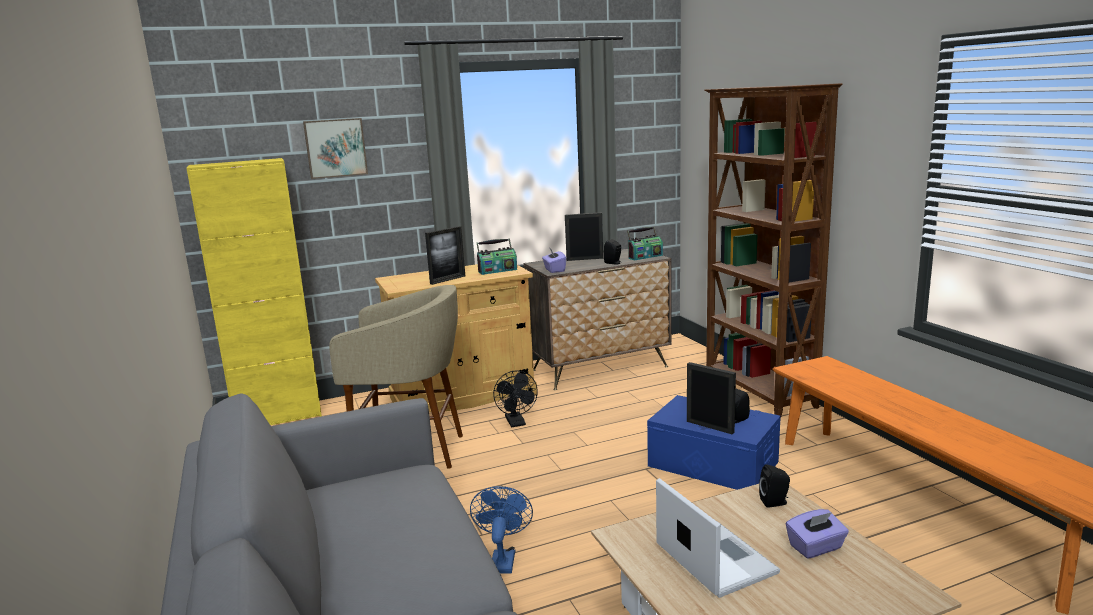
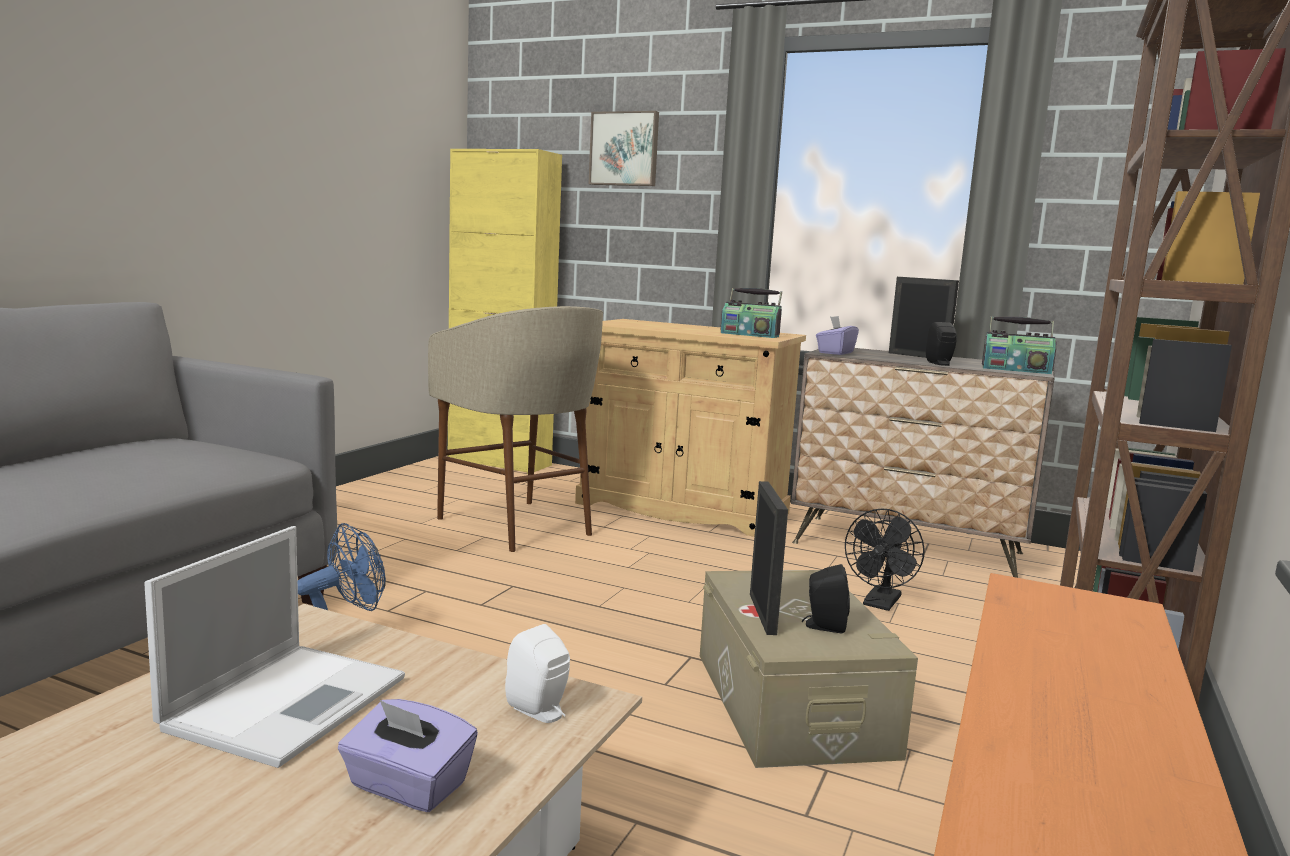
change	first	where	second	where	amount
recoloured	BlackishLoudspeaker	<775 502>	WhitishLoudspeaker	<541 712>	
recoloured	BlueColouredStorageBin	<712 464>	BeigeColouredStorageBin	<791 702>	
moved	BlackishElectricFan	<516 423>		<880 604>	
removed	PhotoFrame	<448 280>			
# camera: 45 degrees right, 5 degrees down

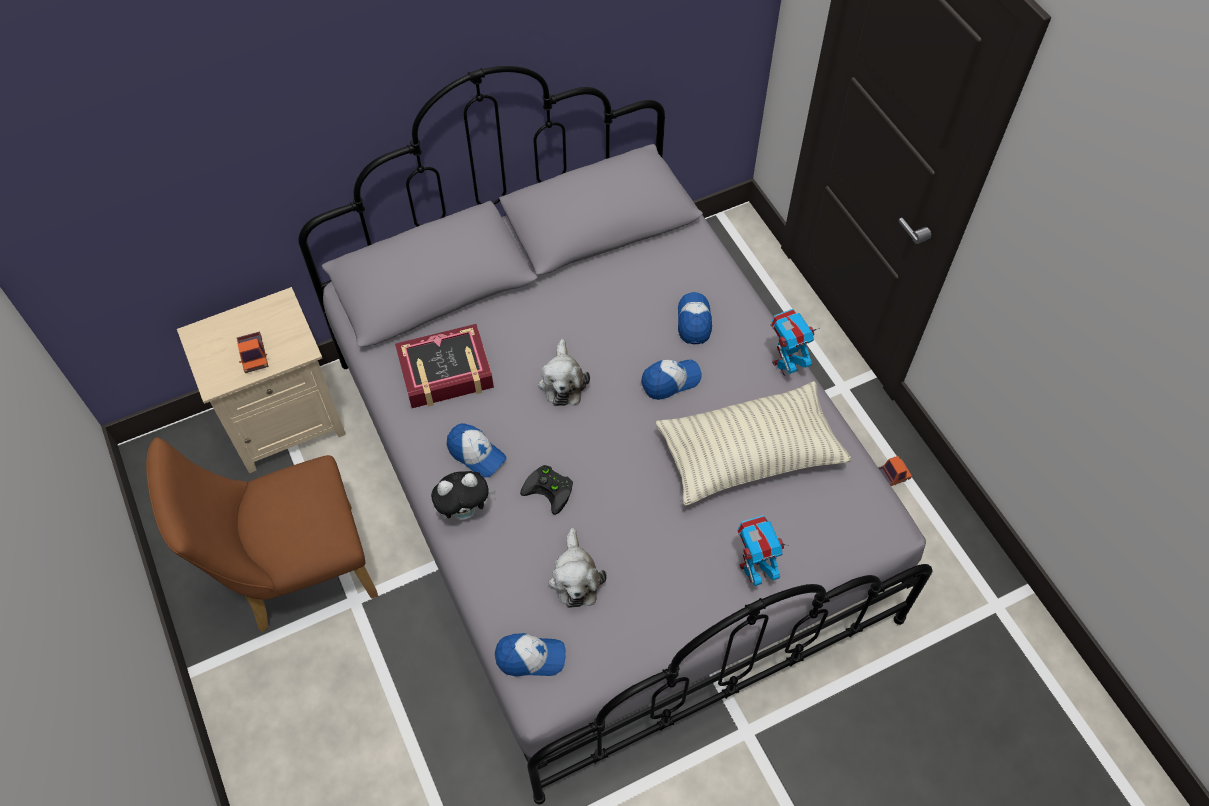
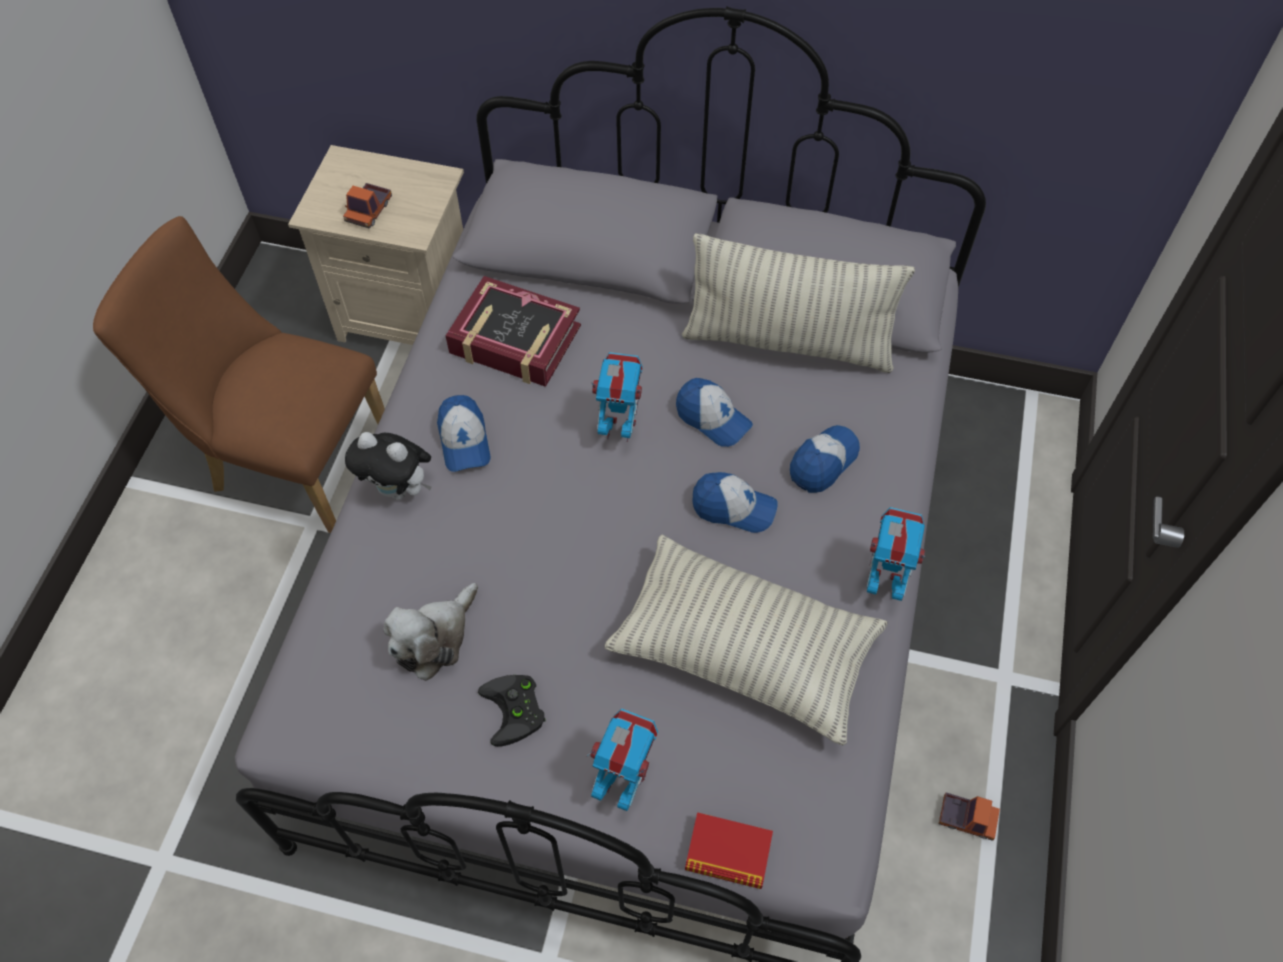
change	first	where	second	where	amount
moved	BlackishJoypad	<551 489>		<516 711>	
replaced	CuddlyToy	<562 382>	RobotFigure	<619 429>	
moved	Cap	<530 657>		<712 418>	
added			ThrowPillow	<788 342>	
added			Volume	<728 853>	
# camera: 40 degrees right, 0 degrees up

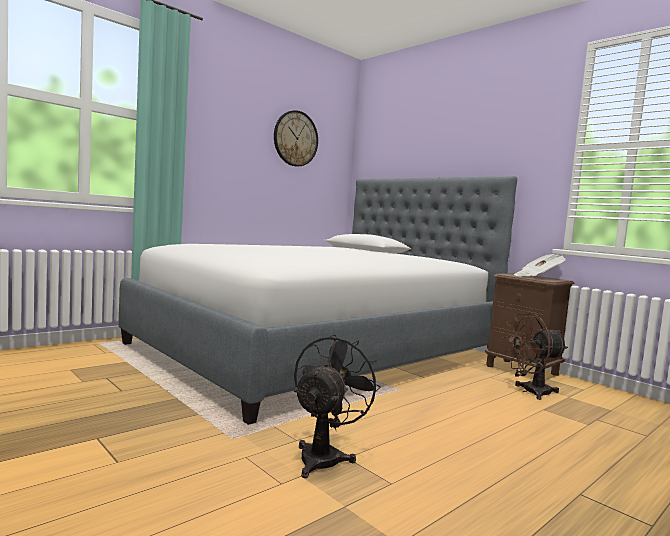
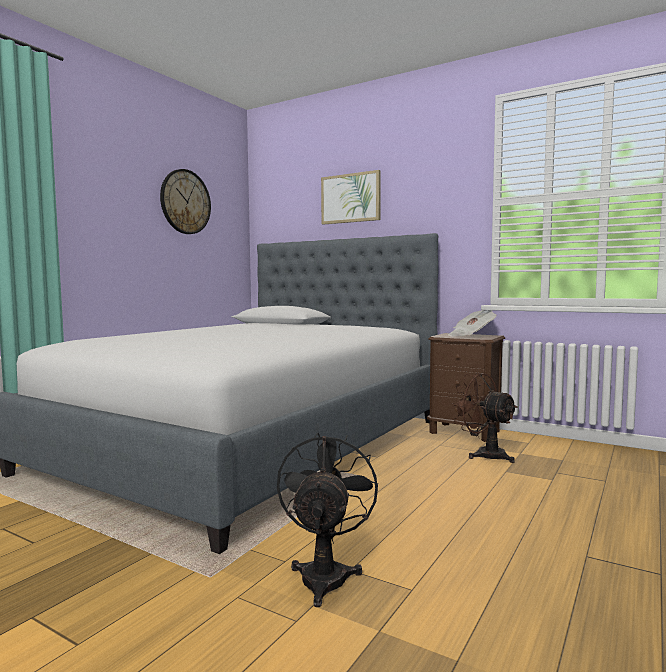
change	first	where	second	where	amount
added			WallPicture	<350 198>	
turned	BrownColouredElectricFan	<530 392>		<484 454>	75 degrees clockwise
# camera: 15 degrees left, 0 degrees up

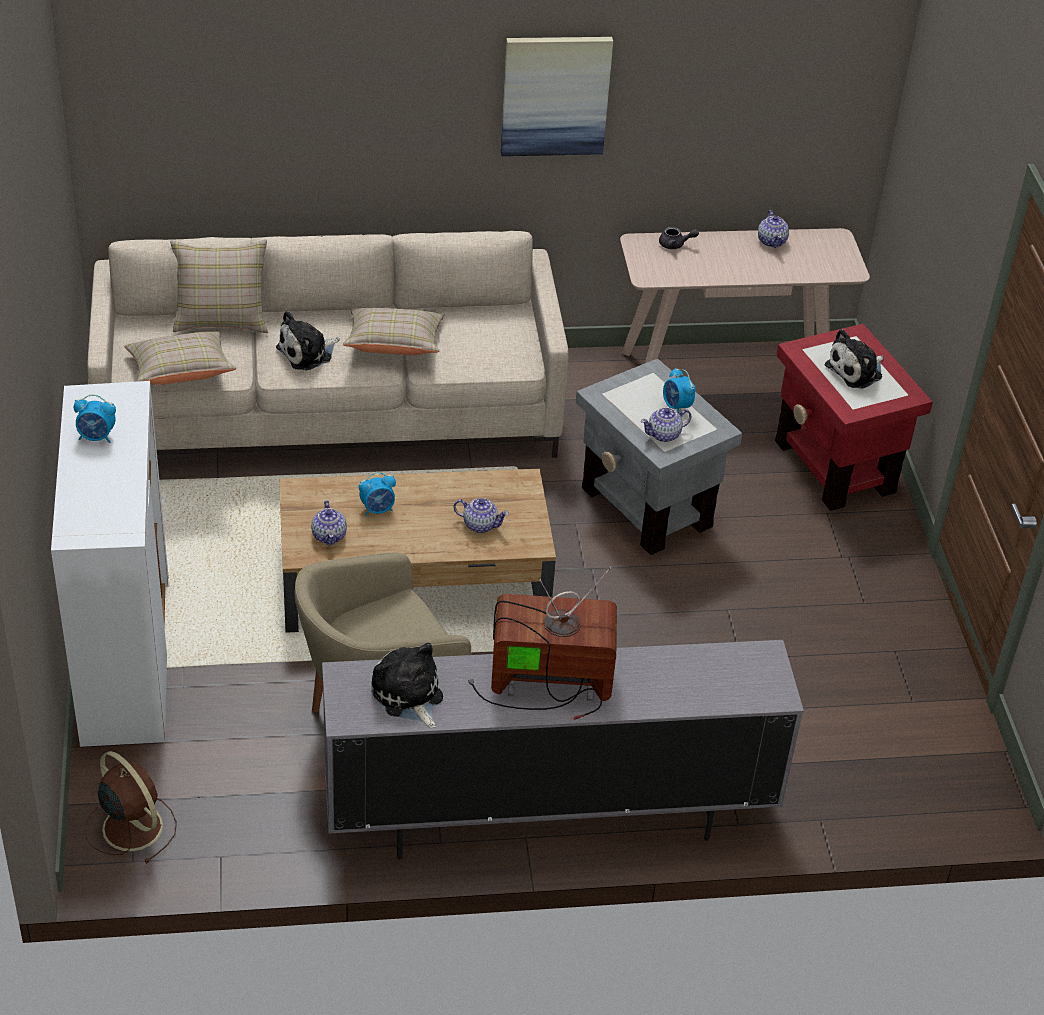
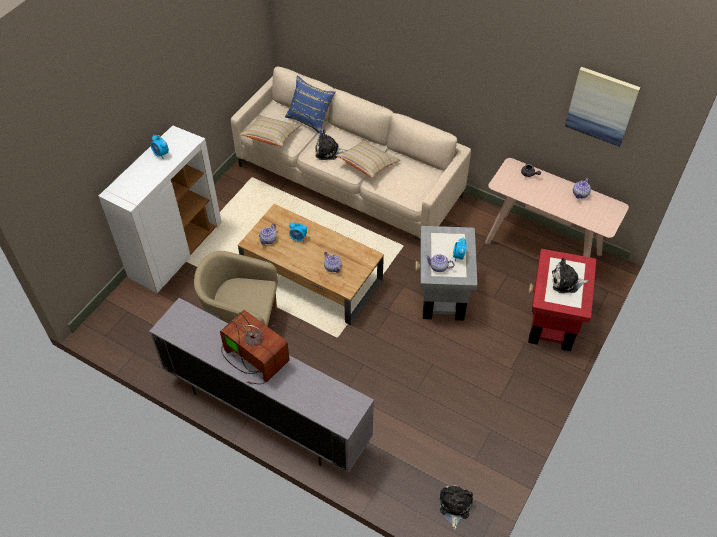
change	first	where	second	where	amount
recoloured	BeigeColouredThrowPillow	<221 318>	BlueColouredThrowPillow	<310 119>	
moved	CuddlyToy	<408 696>		<454 506>	
moved	WallPicture	<555 95>		<601 106>	
removed	BrownColouredElectricFan	<130 826>			
# camera: 40 degrees right, 10 degrees up

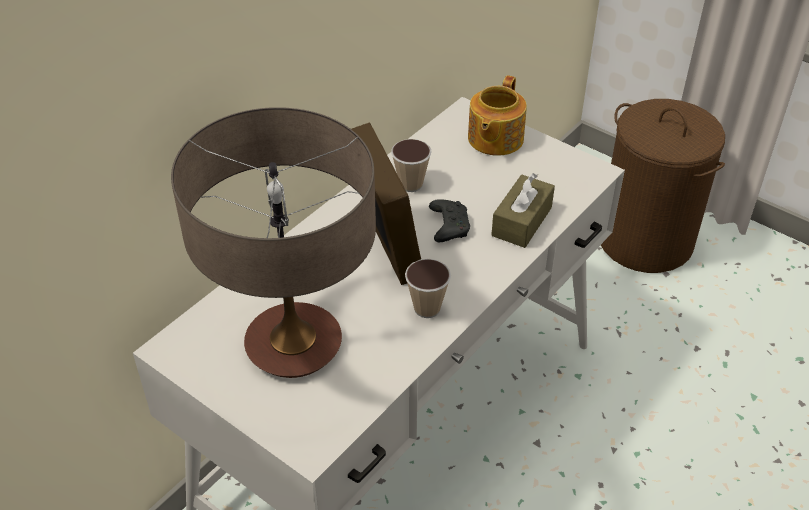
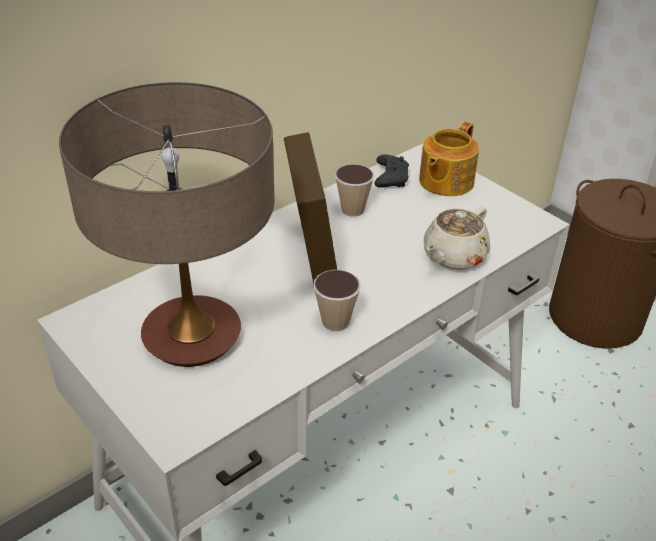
change	first	where	second	where	amount
moved	BlackishJoypad	<448 226>		<390 178>	
replaced	BrownColouredBoxOfTissues	<522 221>	BeigeColouredTeapot	<453 256>	
# camera: 10 degrees right, 5 degrees down

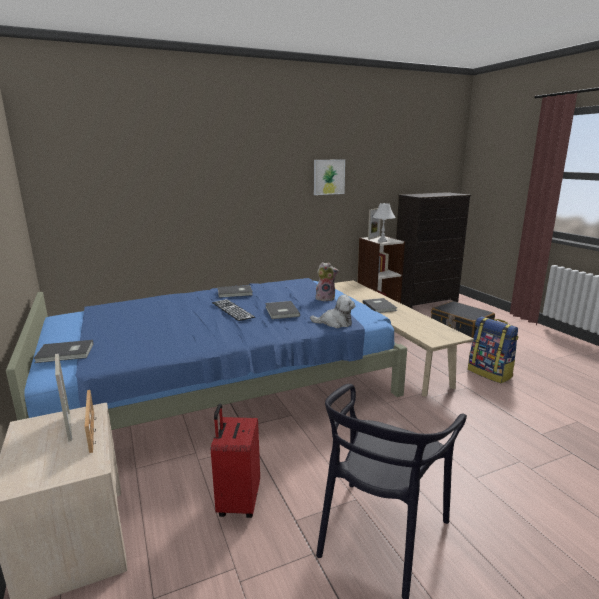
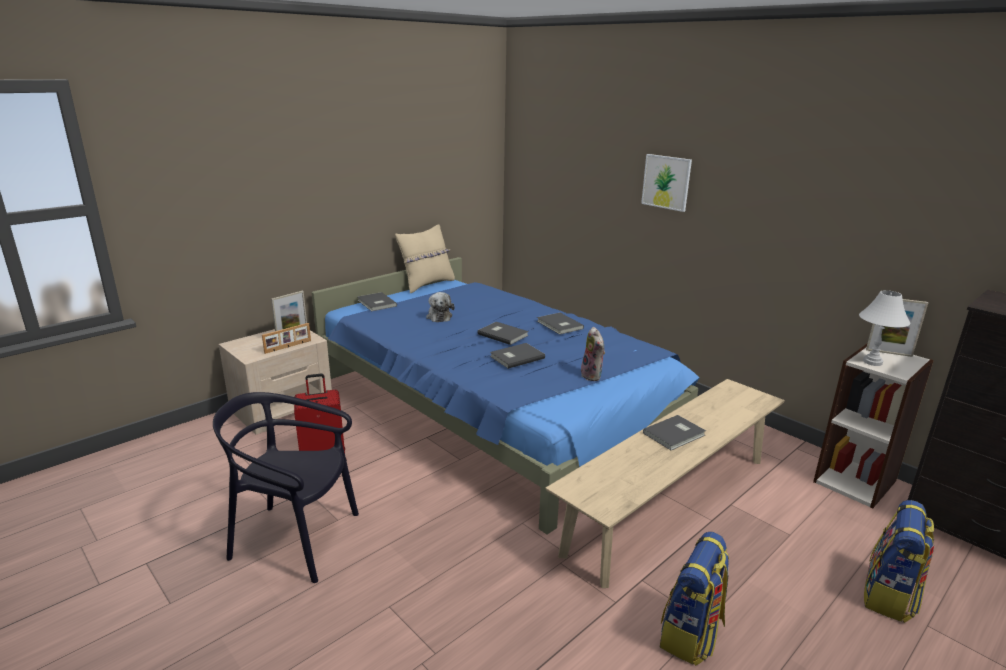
change	first	where	second	where	amount
added			BeigeColouredThrowPillow	<427 284>	
moved	CuddlyToy	<335 323>		<439 316>	
replaced	ComputerKeyboard	<232 310>	GrayVolume	<503 334>	
moved	WallPicture	<329 177>		<666 182>	
replaced	BlackishPieceOfLuggage	<460 327>	Backpack	<889 596>	
# camera: 70 degrees right, 5 degrees up

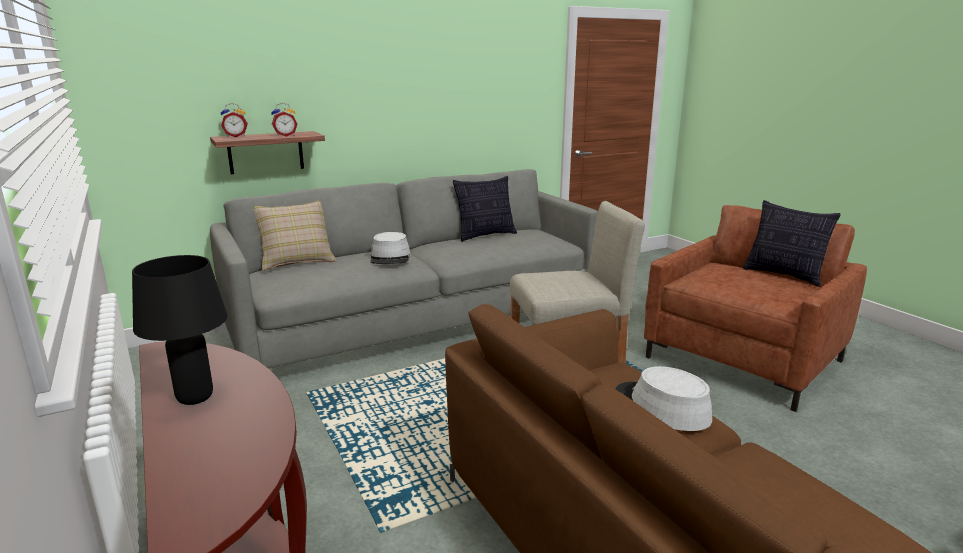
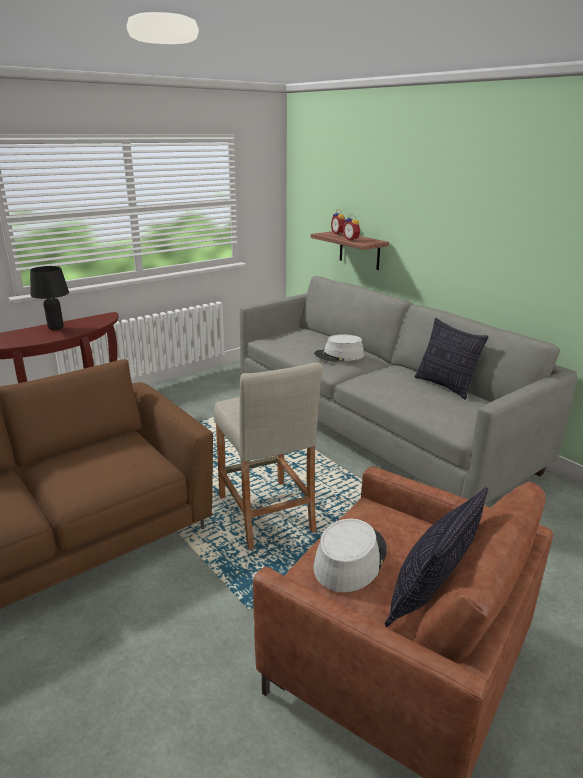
change	first	where	second	where	amount
moved	GrayHat	<661 407>		<350 559>	
removed	BeigeColouredThrowPillow	<297 261>			
# camera: 80 degrees right, 5 degrees up

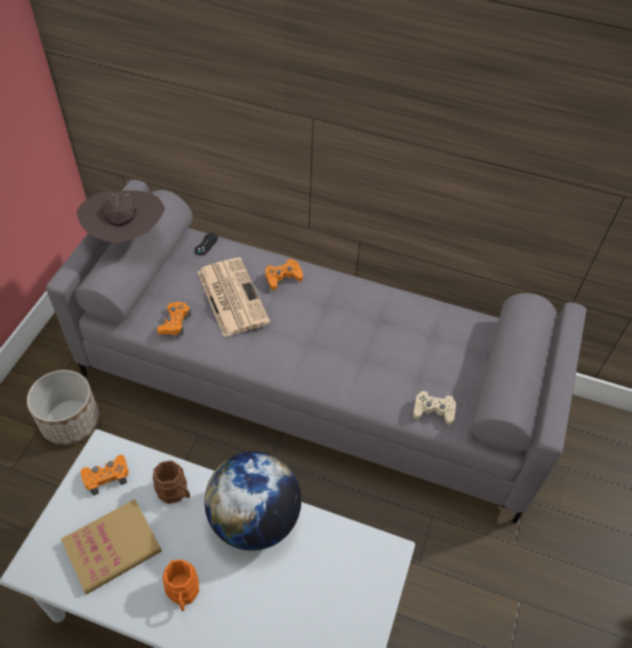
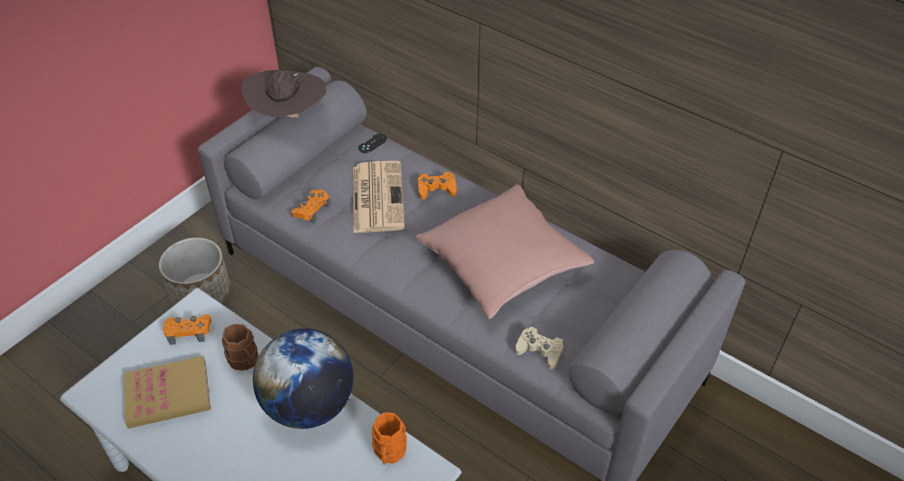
change	first	where	second	where	amount
moved	OrangeColouredCoffeeMug	<183 593>		<389 453>	
added			PinkishThrowPillow	<503 263>	
# camera: 20 degrees right, 5 degrees down

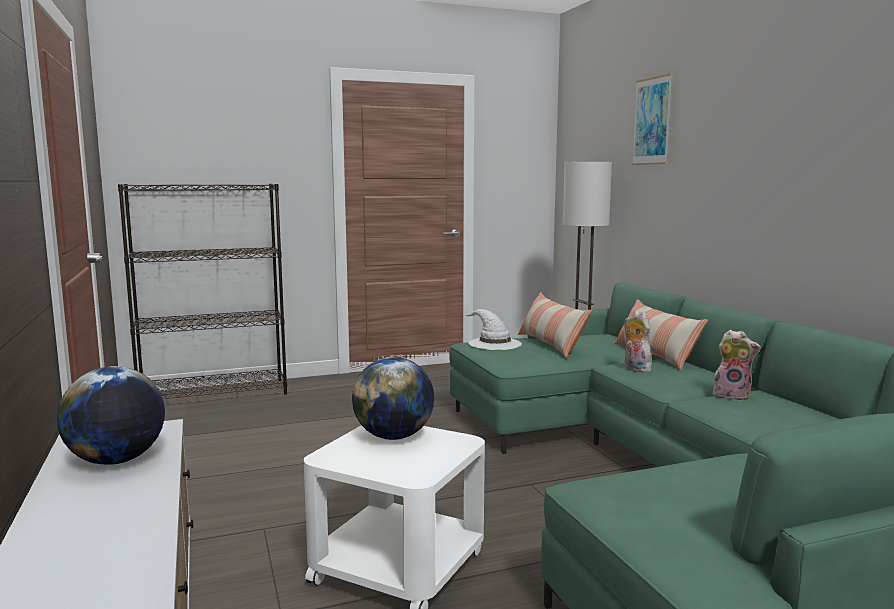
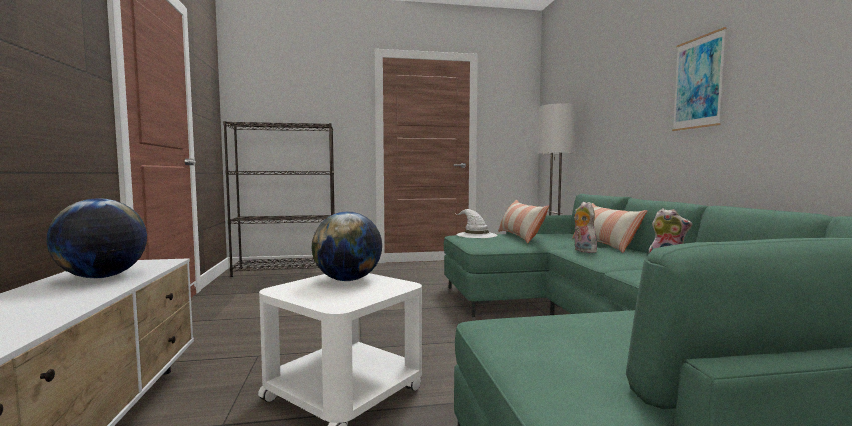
change	first	where	second	where	amount
moved	WallPicture	<652 121>		<698 83>	
# camera: 10 degrees right, 5 degrees down

